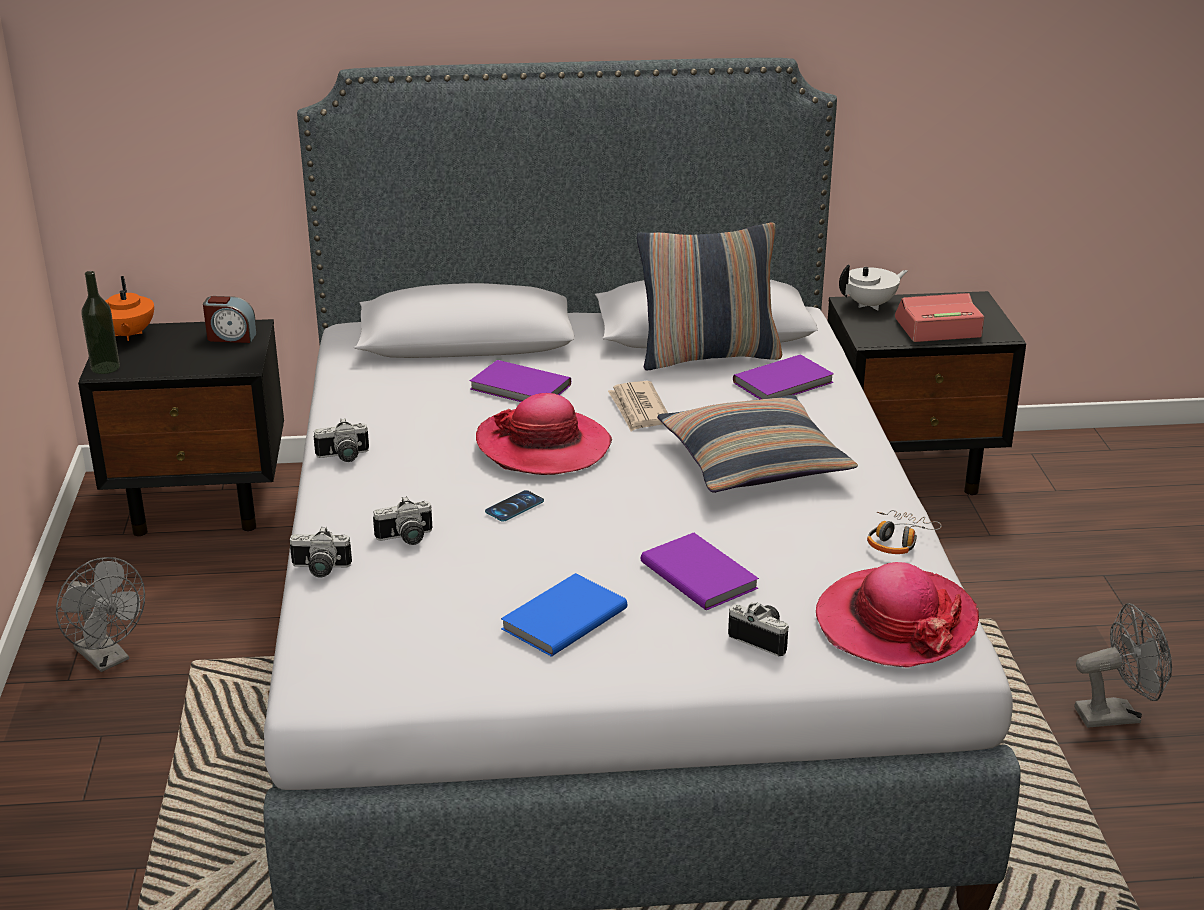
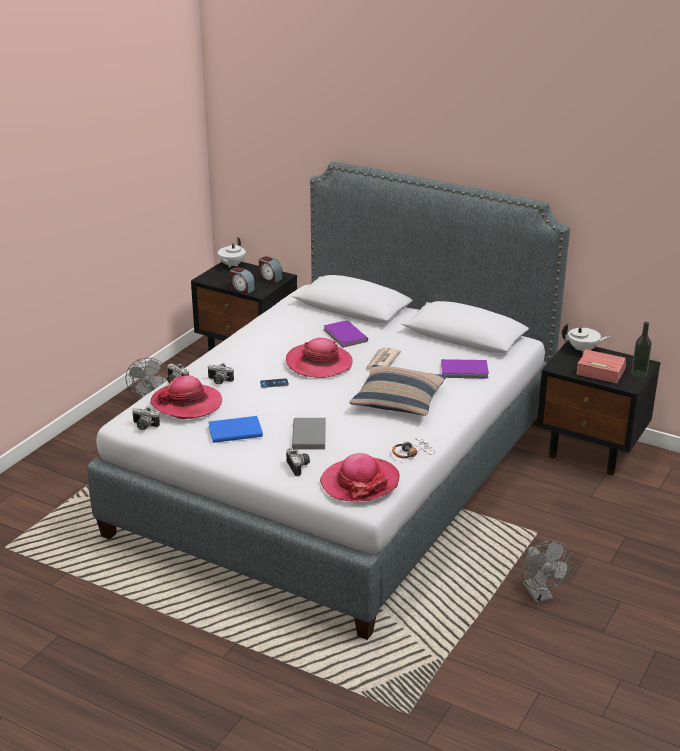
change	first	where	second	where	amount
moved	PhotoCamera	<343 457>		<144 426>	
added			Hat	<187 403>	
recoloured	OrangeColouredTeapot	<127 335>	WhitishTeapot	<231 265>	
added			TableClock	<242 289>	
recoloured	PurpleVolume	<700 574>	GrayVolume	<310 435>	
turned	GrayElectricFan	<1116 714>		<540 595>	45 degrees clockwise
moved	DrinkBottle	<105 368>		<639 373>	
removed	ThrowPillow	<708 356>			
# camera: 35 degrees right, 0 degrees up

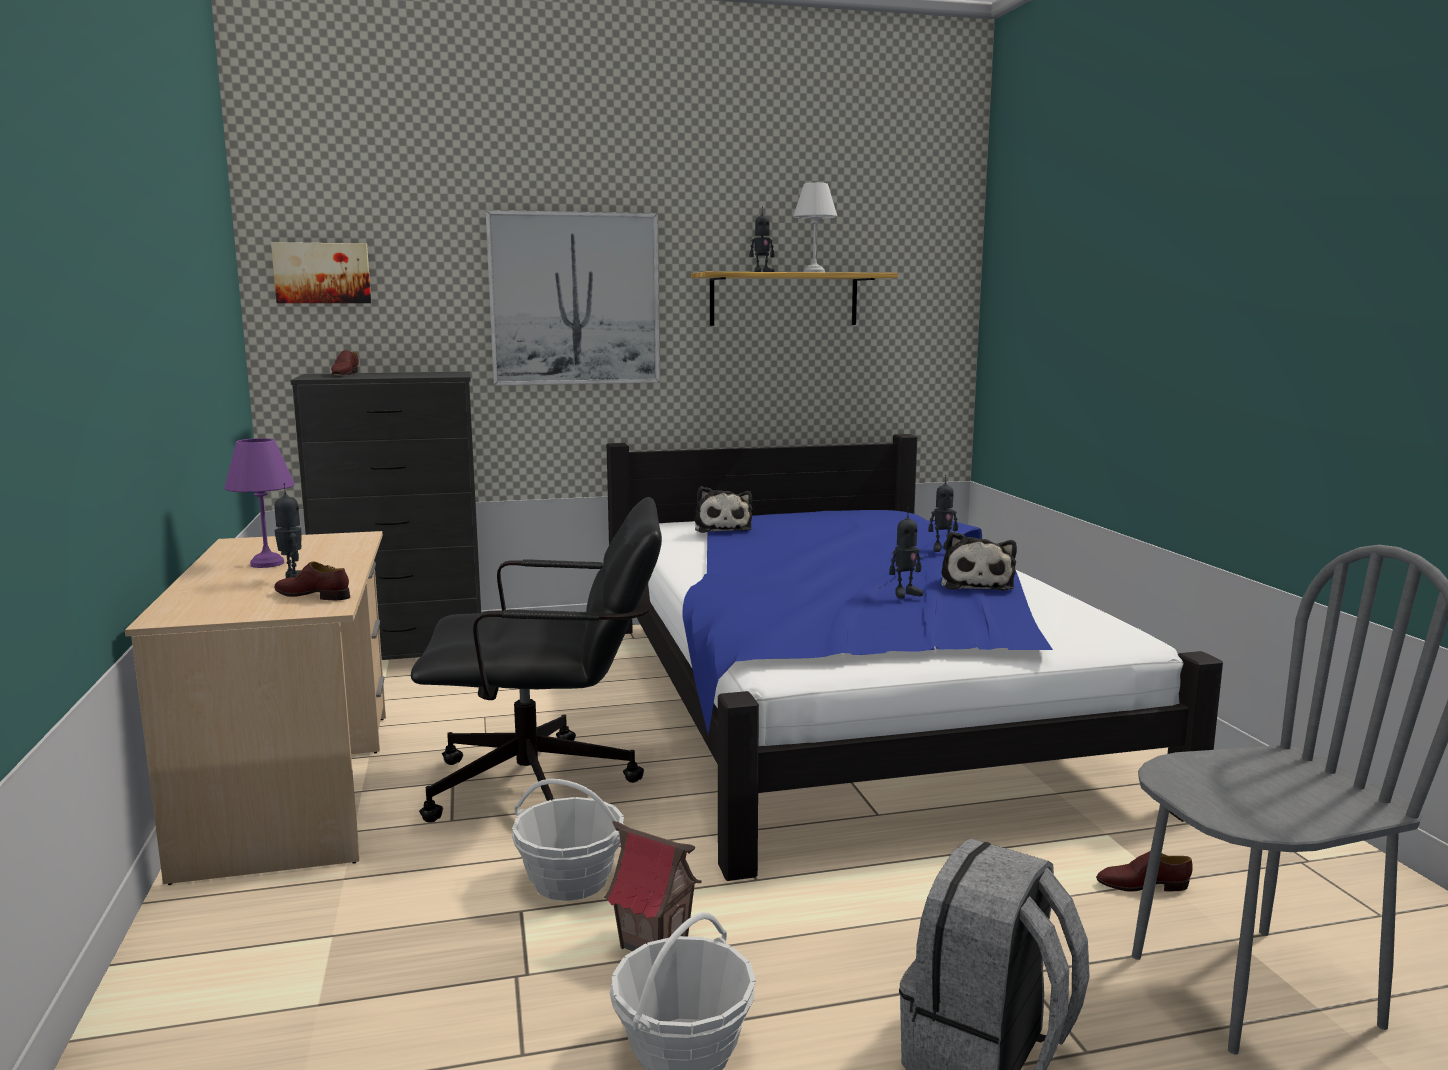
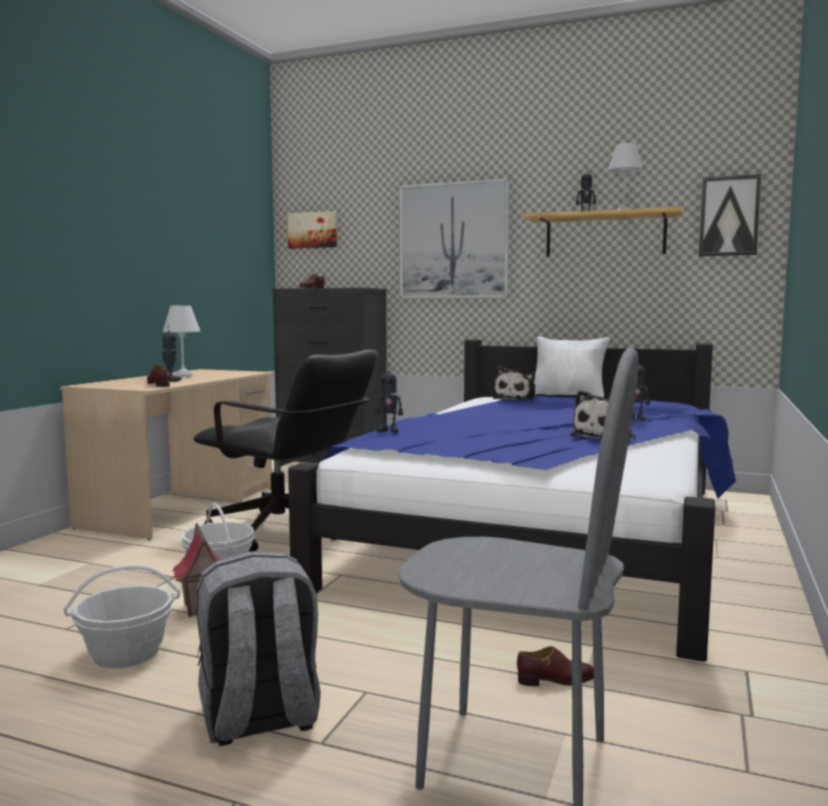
change	first	where	second	where	amount
recoloured	PurpleLampForATable	<265 564>	WhitishLampForATable	<182 376>	
moved	RobotFigure	<905 594>		<388 431>	
turned	BrownColouredLowShoe	<1142 885>		<557 680>	135 degrees clockwise
added			WhitishThrowPillow	<569 396>	
added			WallPicture	<729 216>	
# camera: 35 degrees right, 5 degrees down

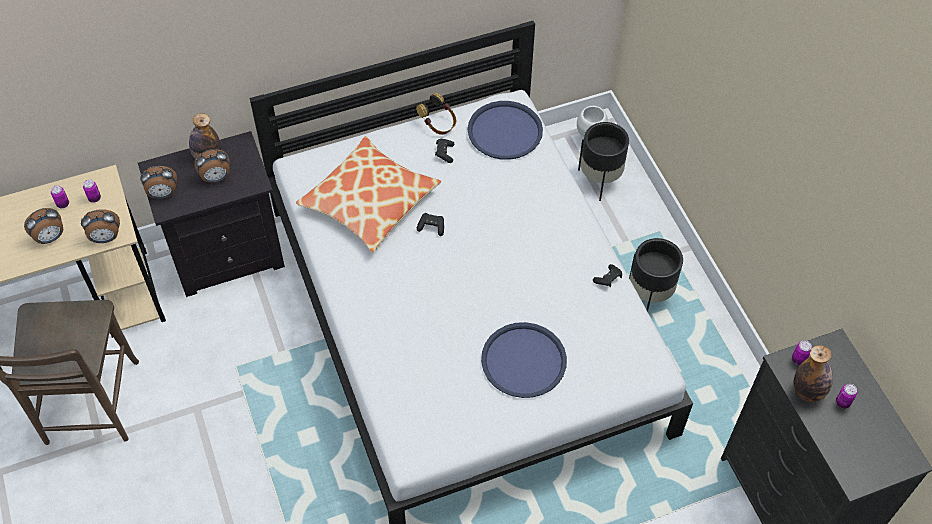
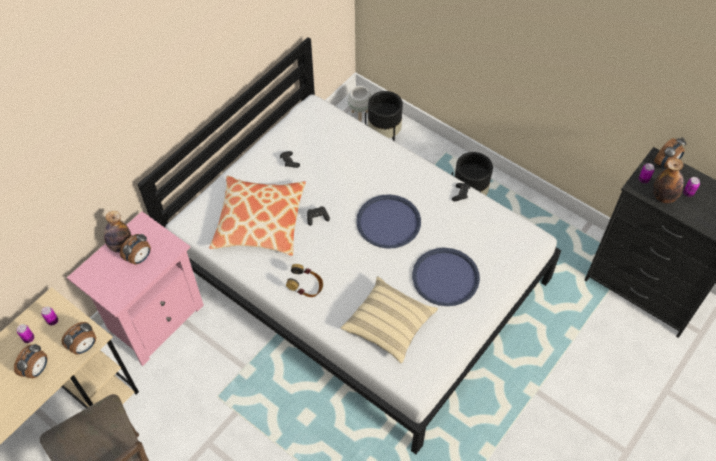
change	first	where	second	where	amount
recoloured	BlackishNightTable	<228 255>	PinkishNightTable	<154 318>	
moved	Headphones	<438 124>		<306 288>	
added			BeigeColouredThrowPillow	<388 325>	
moved	BlueColouredServingTray	<505 131>		<388 222>	
moved	TableClock	<163 194>		<666 164>	
# camera: 30 degrees left, 0 degrees up

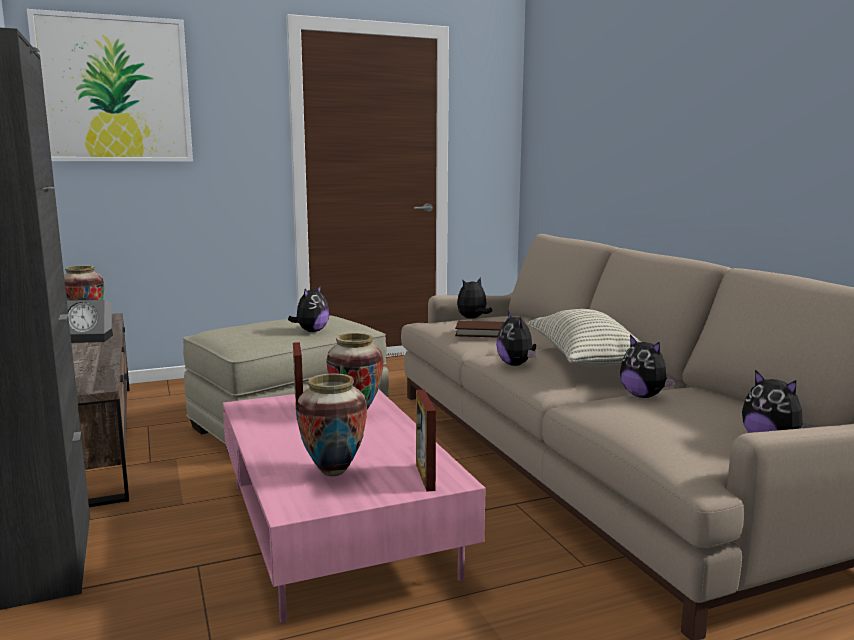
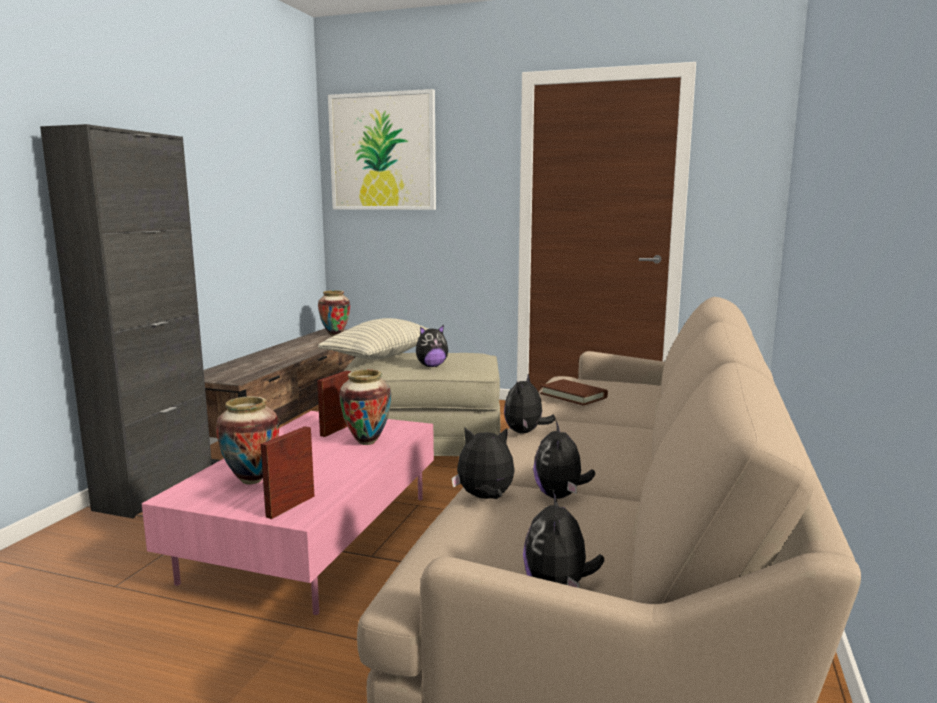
change	first	where	second	where	amount
moved	ThrowPillow	<586 360>		<382 356>	
moved	CuddlyToy	<472 318>		<485 498>	
removed	TableClock	<89 338>			
# camera: 40 degrees right, 0 degrees up

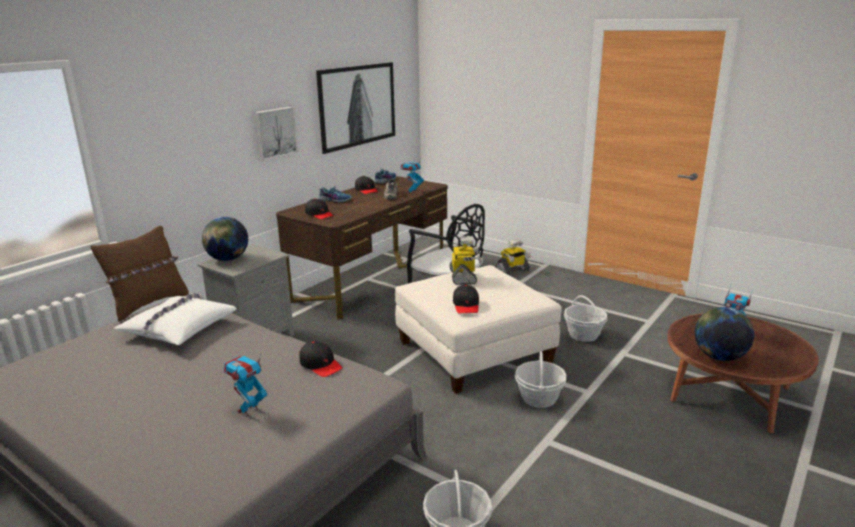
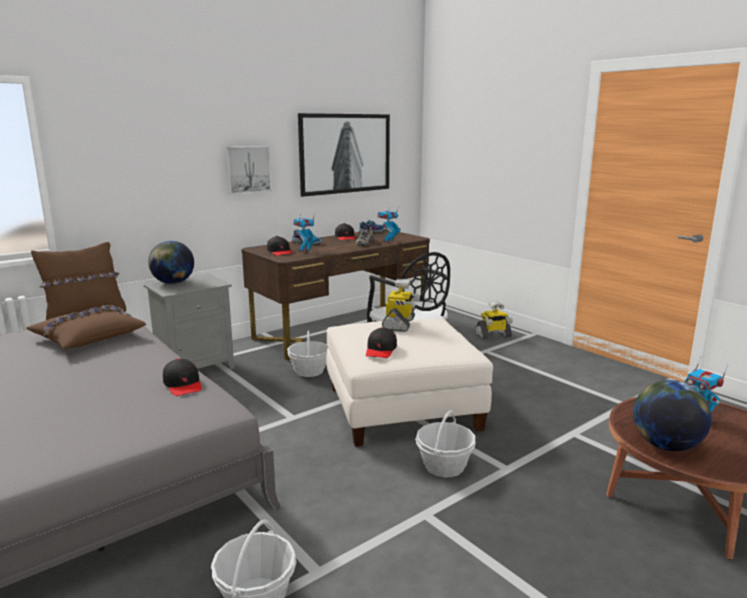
change	first	where	second	where	amount
recoloured	WhitishThrowPillow	<178 328>	BrownColouredThrowPillow	<88 336>	
moved	HouseholdBasket	<583 335>		<309 371>	
moved	RobotFigure	<249 410>		<305 251>	
# camera: 15 degrees right, 5 degrees down

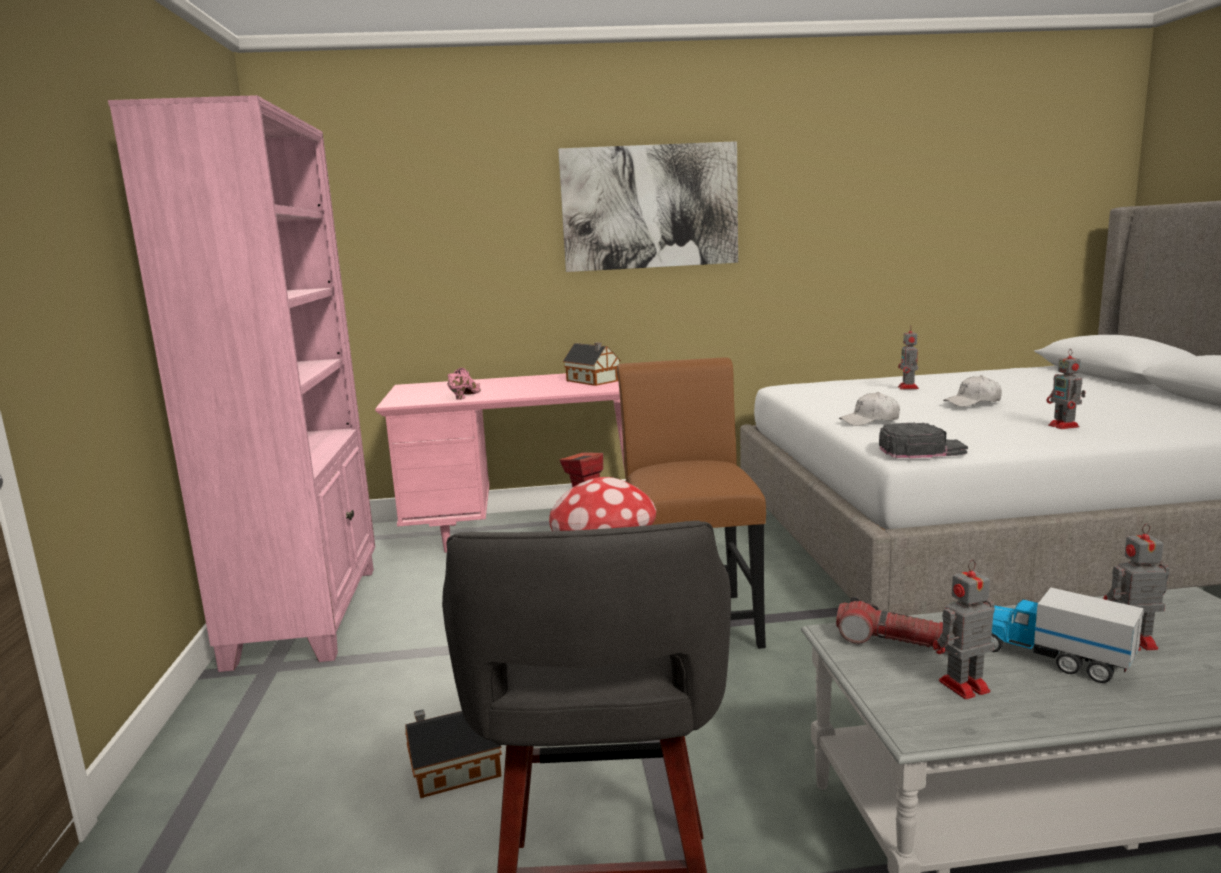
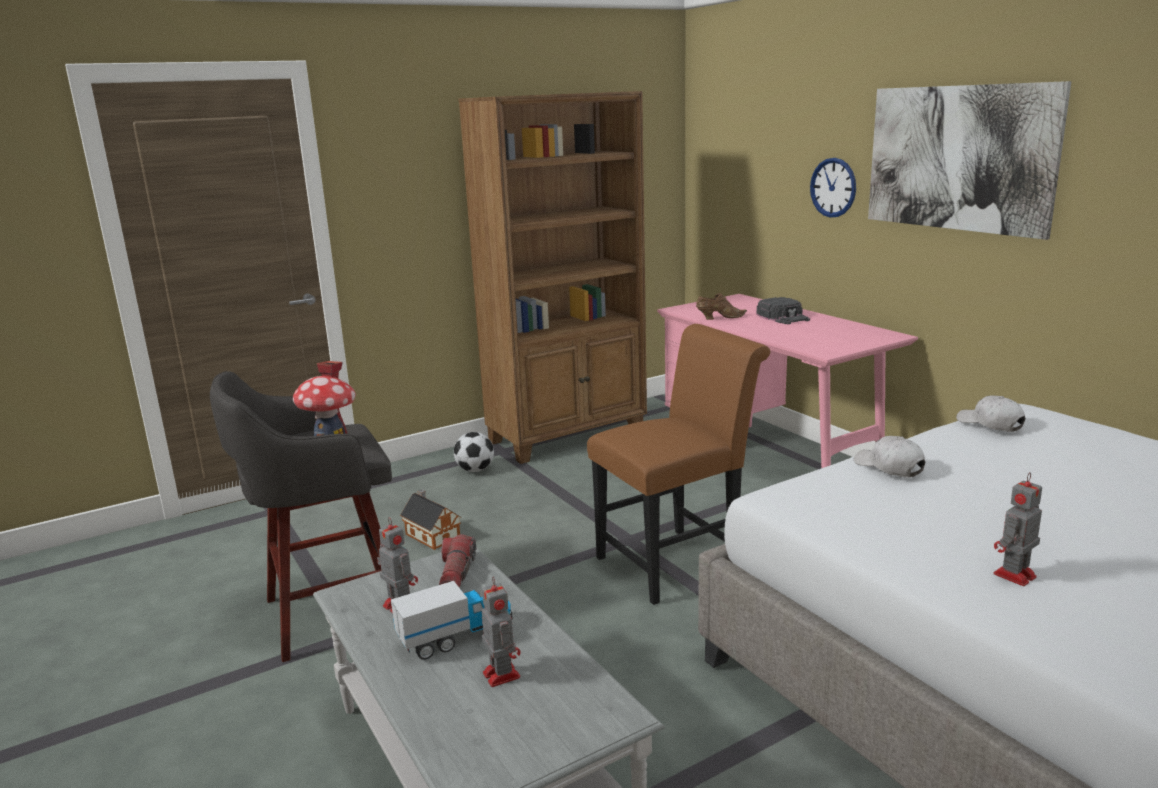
change	first	where	second	where	amount
turned	ToyTruck	<1050 657>		<456 637>	45 degrees clockwise
added			Football	<475 470>	
recoloured	PinkishBookcase	<308 613>	BrownColouredBookcase	<568 436>	
recoloured	PinkishLowShoe	<464 396>	BrownColouredLowShoe	<719 318>	
moved	BlackishCap	<921 449>		<783 317>	
added			ClockOnTheWall	<833 187>	
moved	WhitishCap	<973 402>		<990 424>	
removed	ToyHouse	<593 381>			
removed	RobotFigure	<908 388>			
# camera: 65 degrees right, 5 degrees up

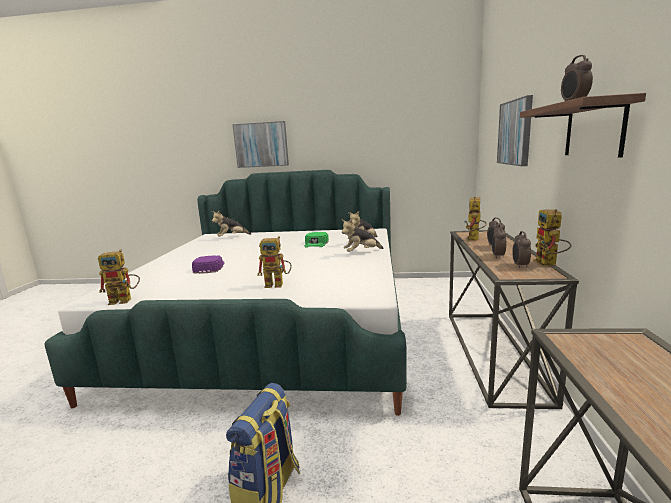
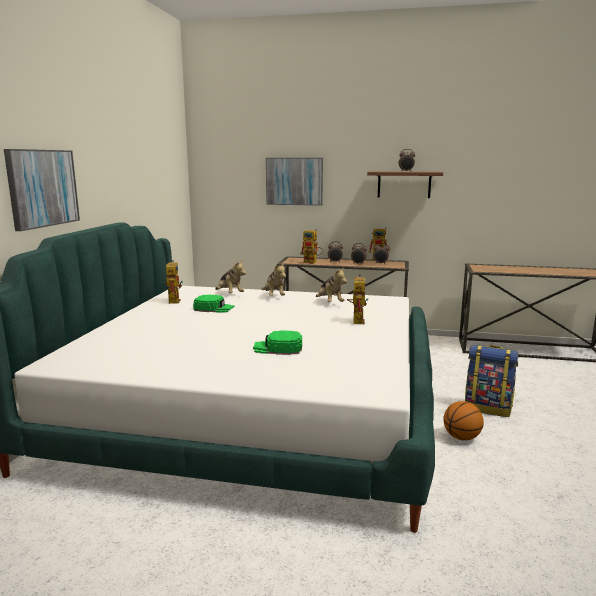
change	first	where	second	where	amount
moved	RobotFigure	<125 300>		<173 300>	
recoloured	PurpleCap	<209 267>	GreenishCap	<278 348>	
moved	CuddlyToy	<231 237>		<329 303>	
added			BallForBasketball	<462 437>	
# camera: 85 degrees left, 0 degrees up

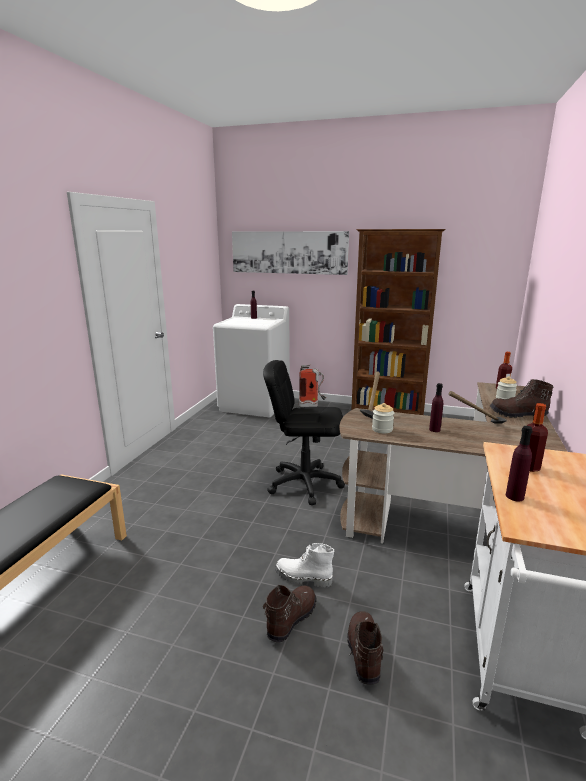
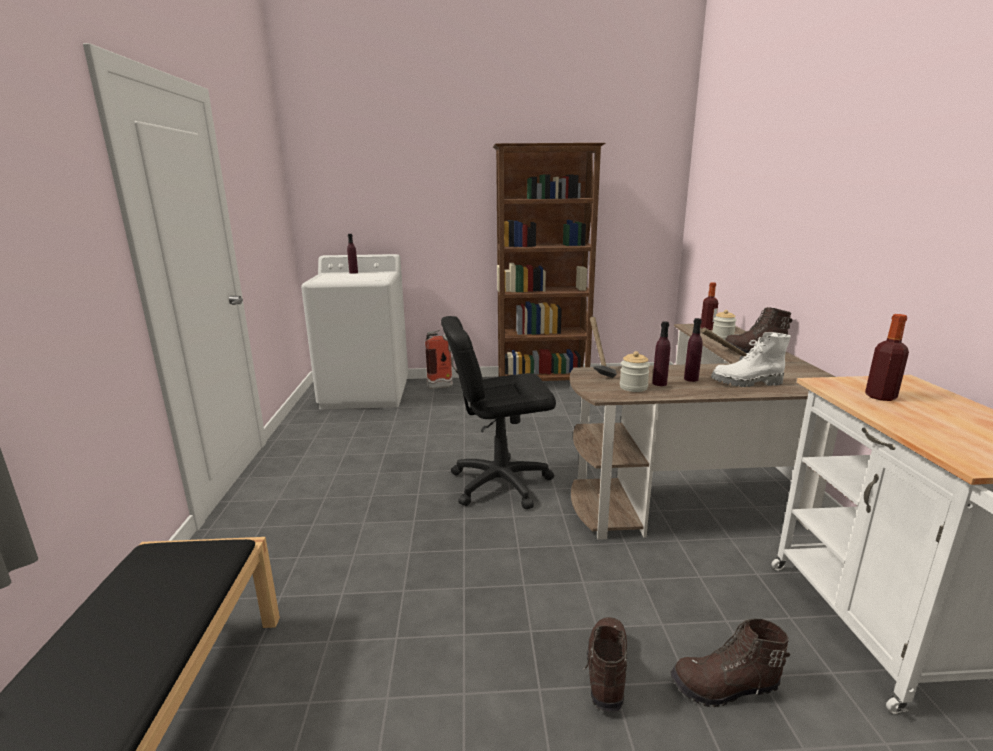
change	first	where	second	where	amount
moved	PurpleDrinkBottle	<514 496>		<659 383>	
turned	BrownColouredBoot	<363 653>		<725 687>	75 degrees counterclockwise
moved	WhitishBoot	<303 578>		<747 383>	
removed	WallPicture	<289 252>			
# camera: 20 degrees left, 0 degrees up

